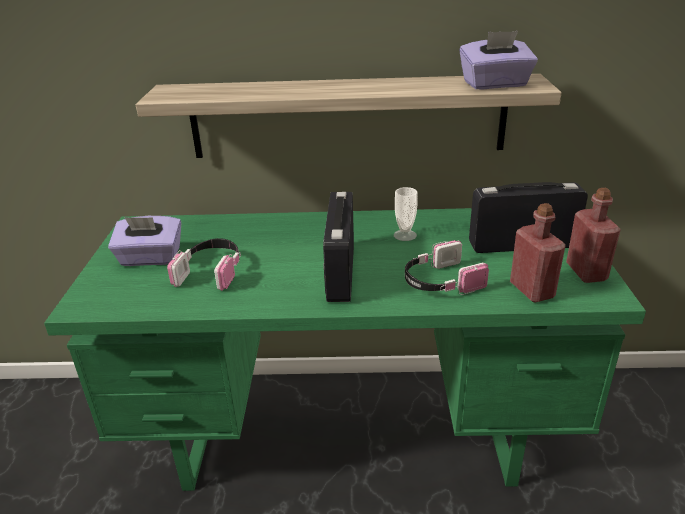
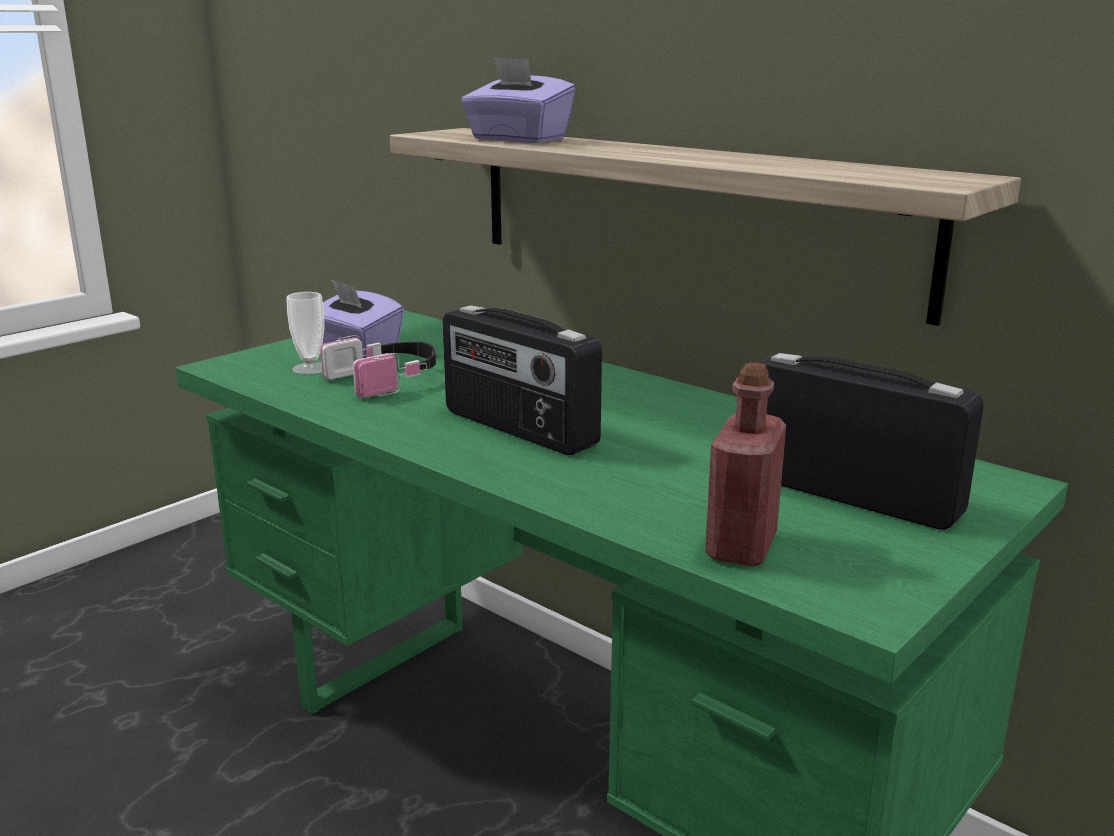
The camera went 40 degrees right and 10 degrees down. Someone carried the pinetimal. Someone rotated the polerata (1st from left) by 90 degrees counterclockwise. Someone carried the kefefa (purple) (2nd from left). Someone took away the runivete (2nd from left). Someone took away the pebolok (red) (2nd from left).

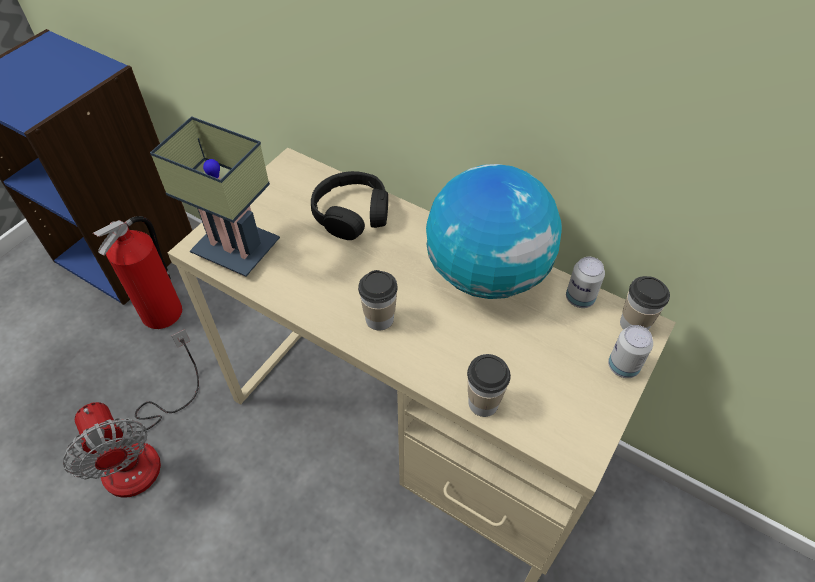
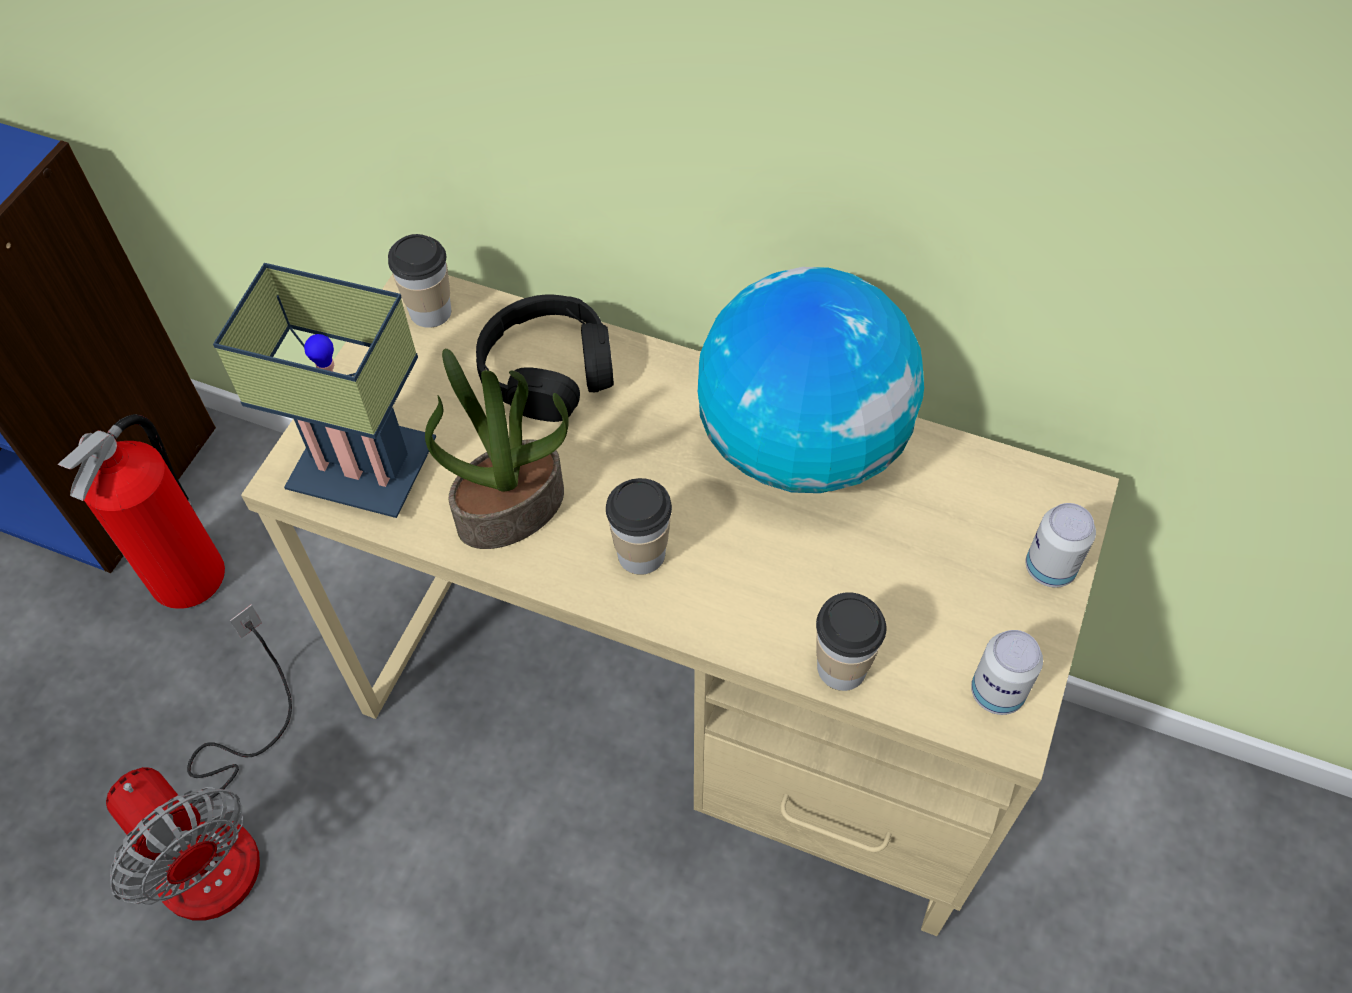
The camera went 10 degrees left and 5 degrees up. Someone carried the pinetimal (3rd from left in the first image). Someone put down the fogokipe. Someone carried the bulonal (1st from left).

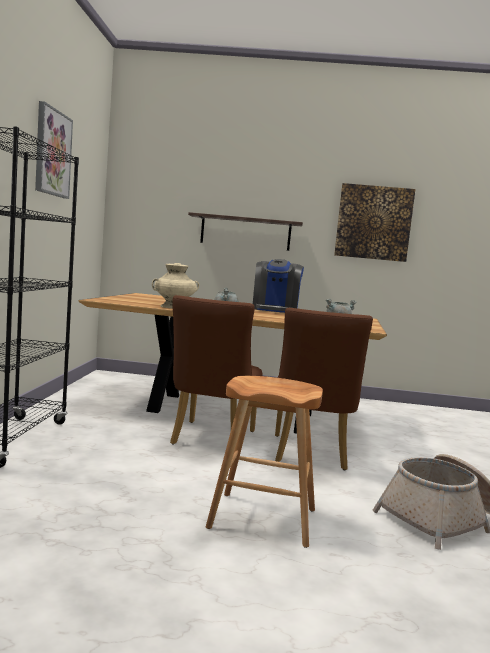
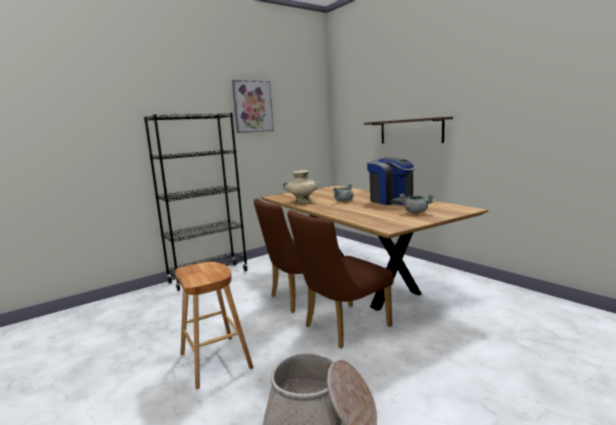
The camera went 50 degrees right and 5 degrees up. Someone rotated the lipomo by 90 degrees counterclockwise. Someone took away the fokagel (2nd from left).

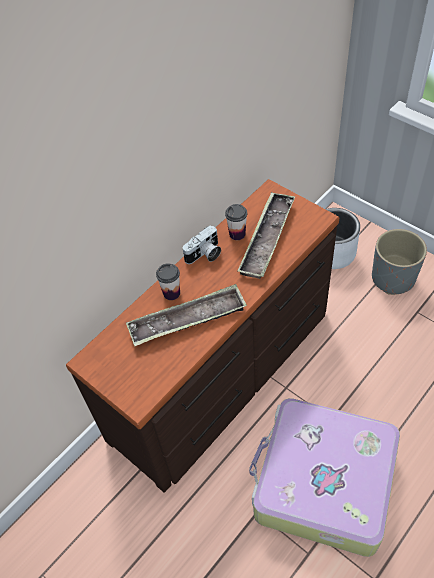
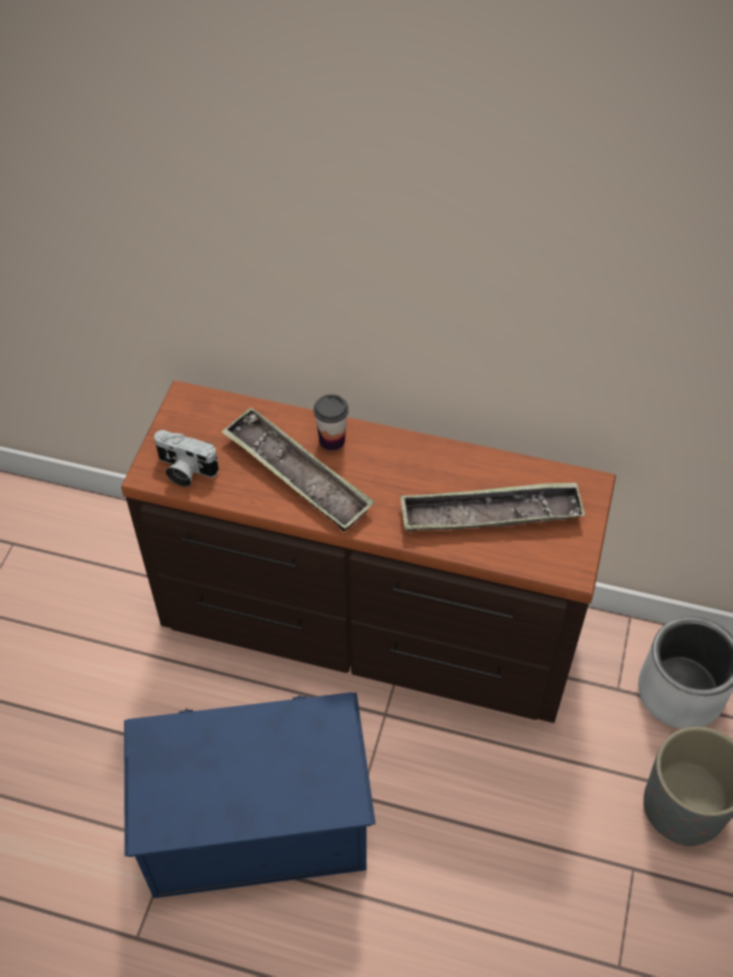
The camera went 60 degrees right and 0 degrees up. Someone swapped the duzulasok for the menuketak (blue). Someone carried the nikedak. Someone took away the pinetimal (2nd from left).

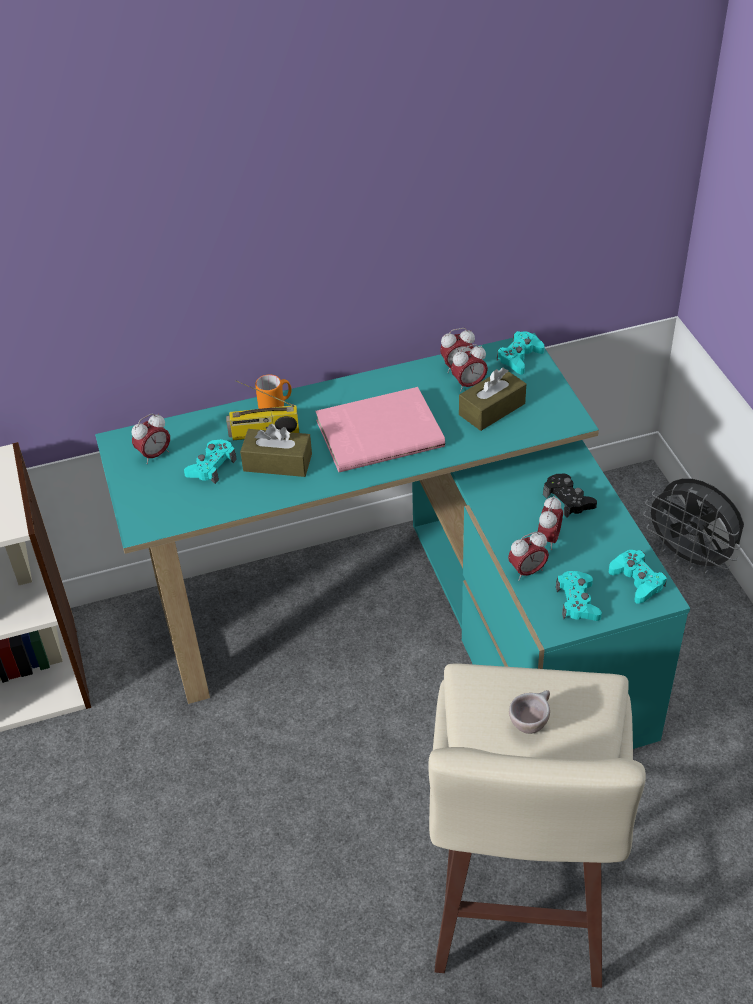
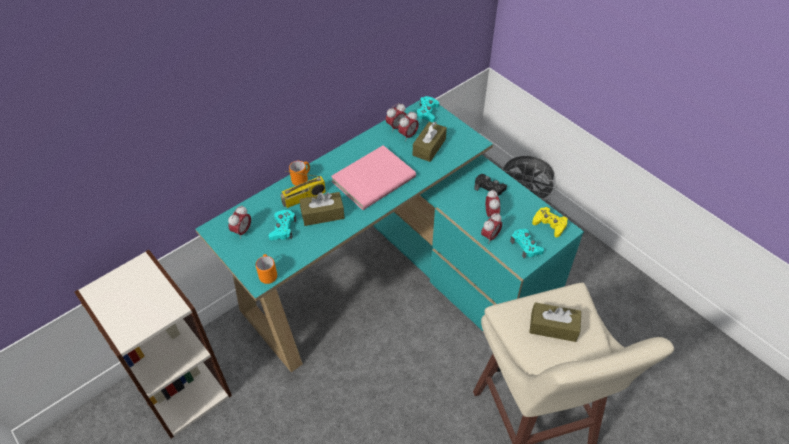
The camera went 25 degrees left and 5 degrees up. Someone put down the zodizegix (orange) (1st from left). Someone swapped the pinetimal (beige) for the kefefa (brown) (3rd from left). Someone repainted the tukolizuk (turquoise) (4th from left), which became the tukolizuk (yellow).

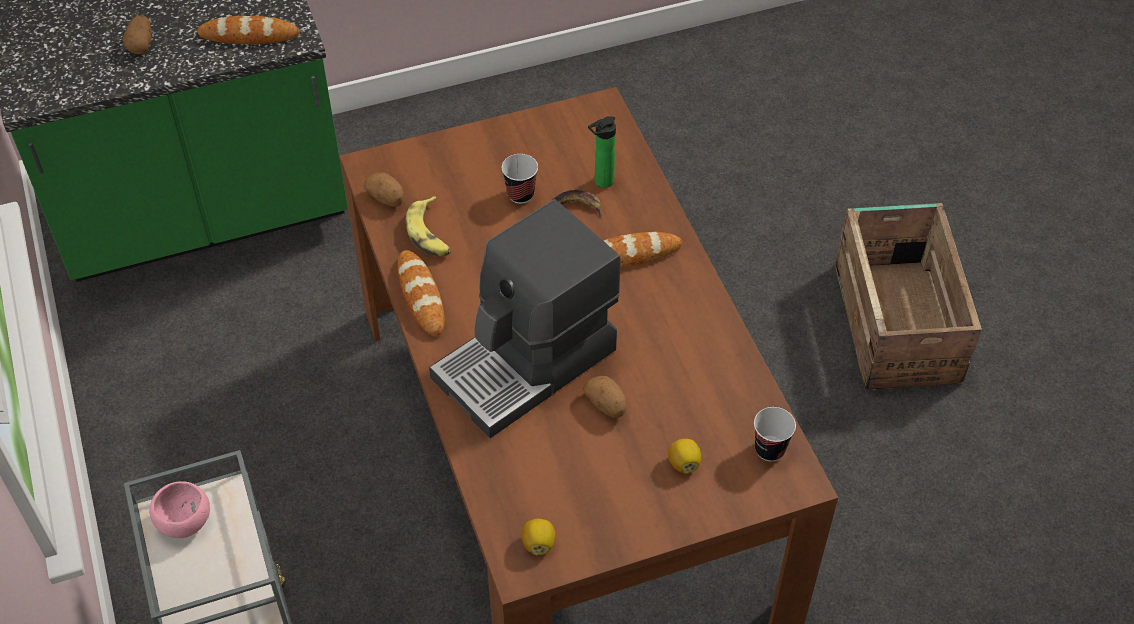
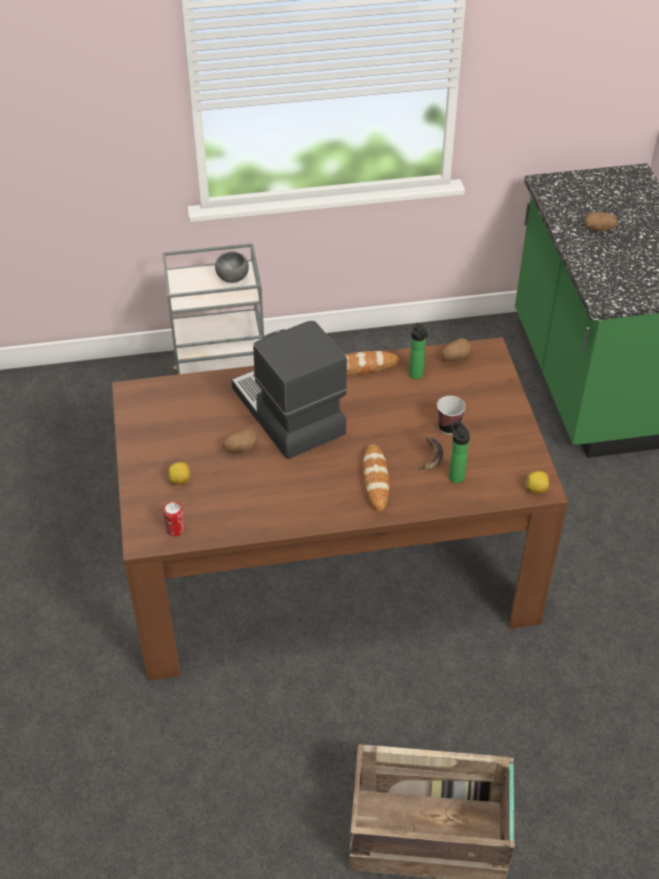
The camera went 100 degrees right and 5 degrees down. Someone swapped the pinetimal (2nd from left) for the bulonal. Someone repainted the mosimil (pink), which became the mosimil (grey). Someone swapped the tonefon (1st from left) for the pebolok (1st from left). Someone carried the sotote (1st from left in the first image). Someone took away the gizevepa (1st from left).

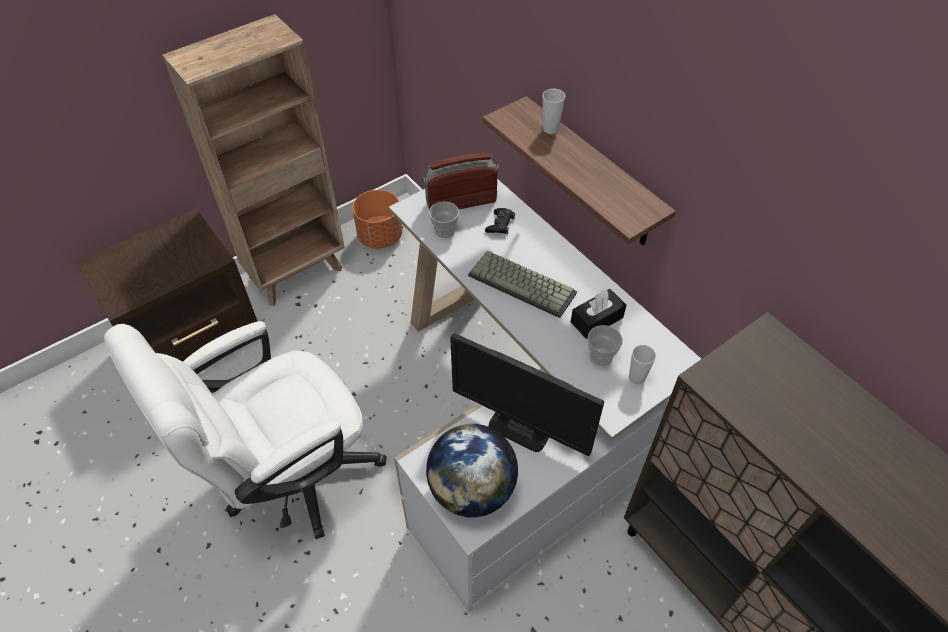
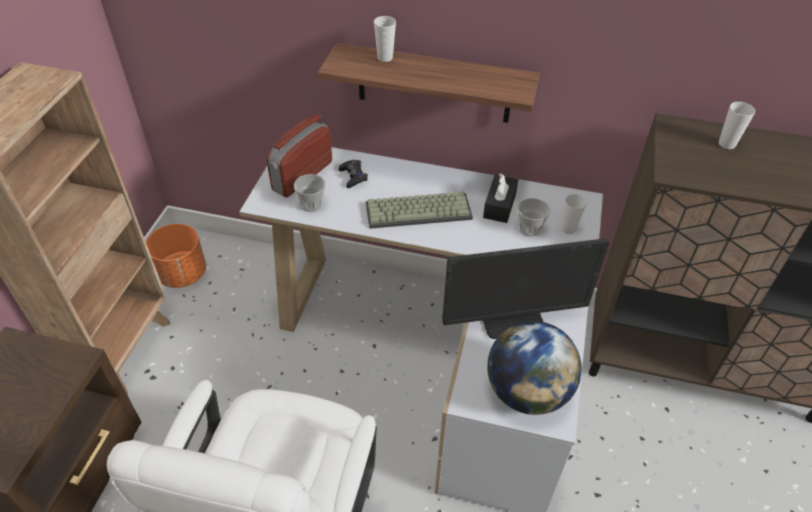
The camera went 40 degrees left and 5 degrees down. Someone put down the pinetimal (5th from left).

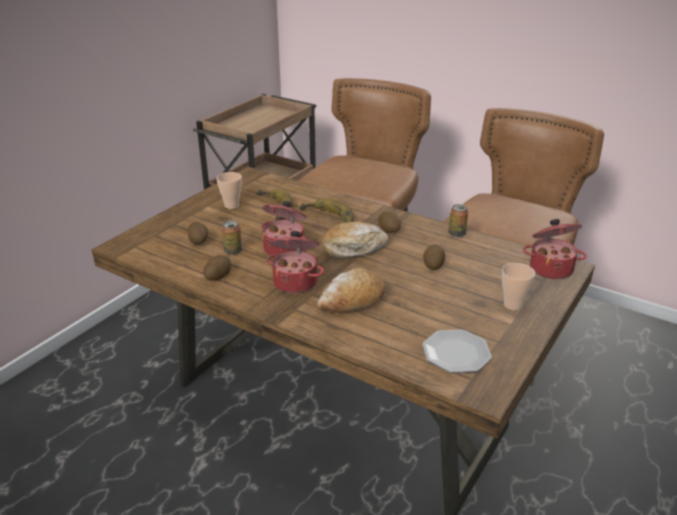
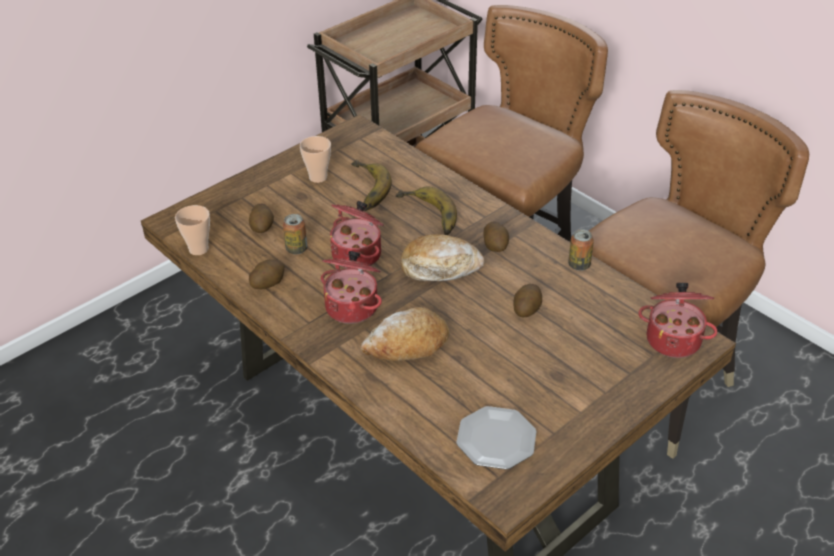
The camera went 15 degrees right and 10 degrees up. Someone carried the pinetimal (2nd from left in the first image).

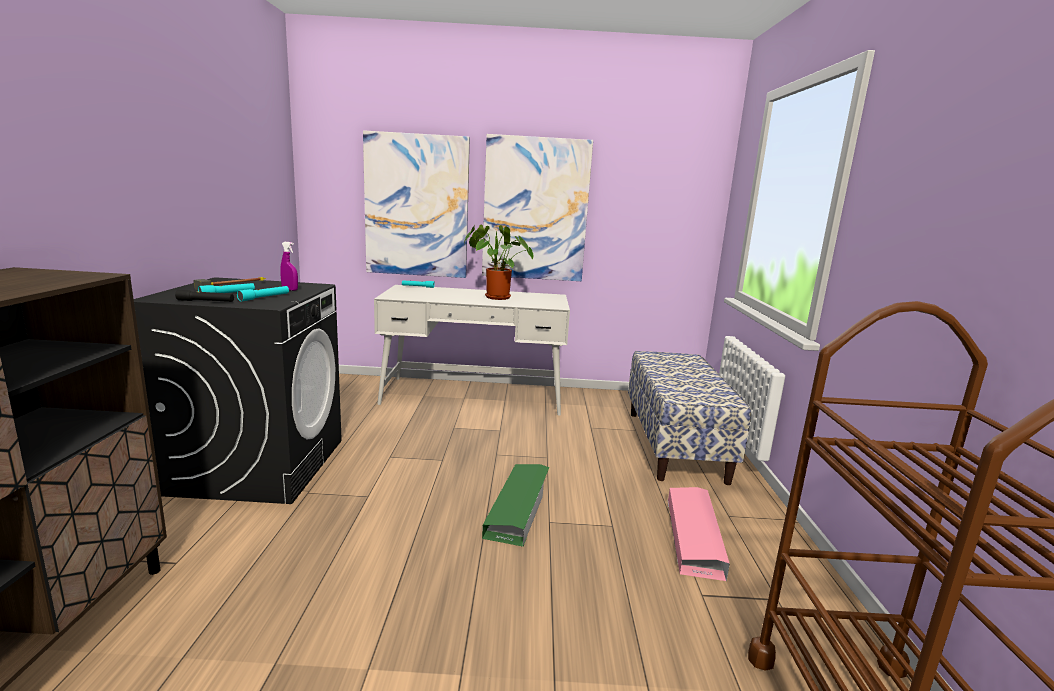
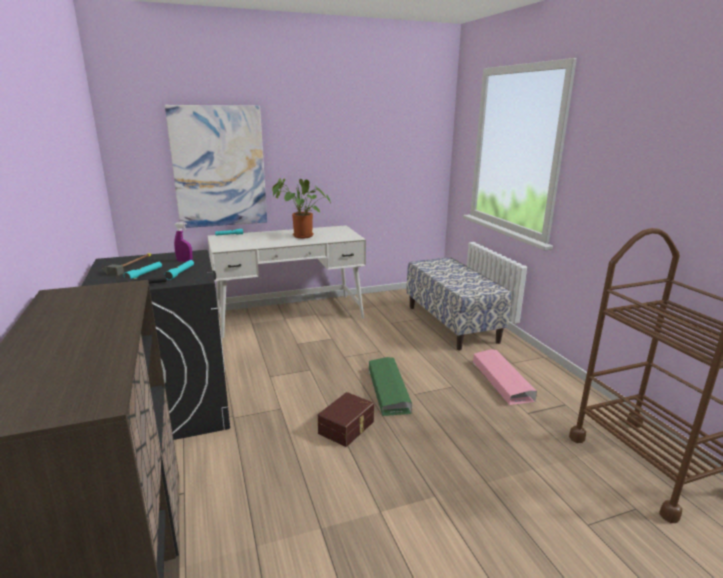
The camera went 20 degrees left and 5 degrees up. Someone put down the menuketak (brown). Someone took away the fokagel (2nd from left).

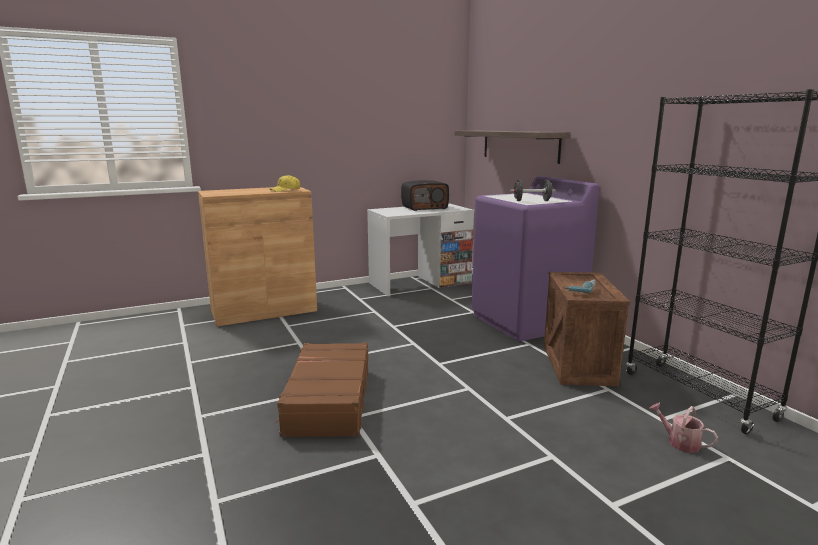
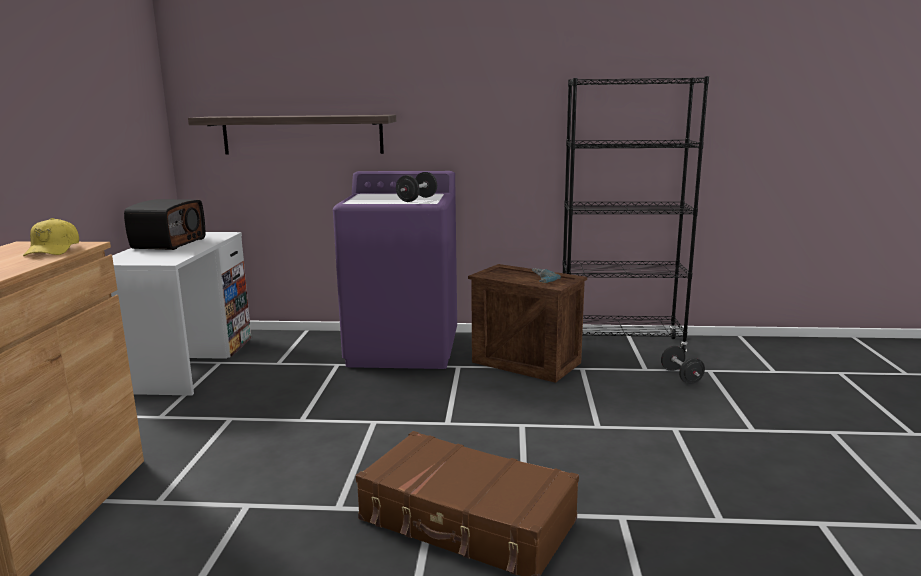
The camera went 60 degrees left and 0 degrees up. Someone swapped the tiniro for the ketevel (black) (2nd from left).

